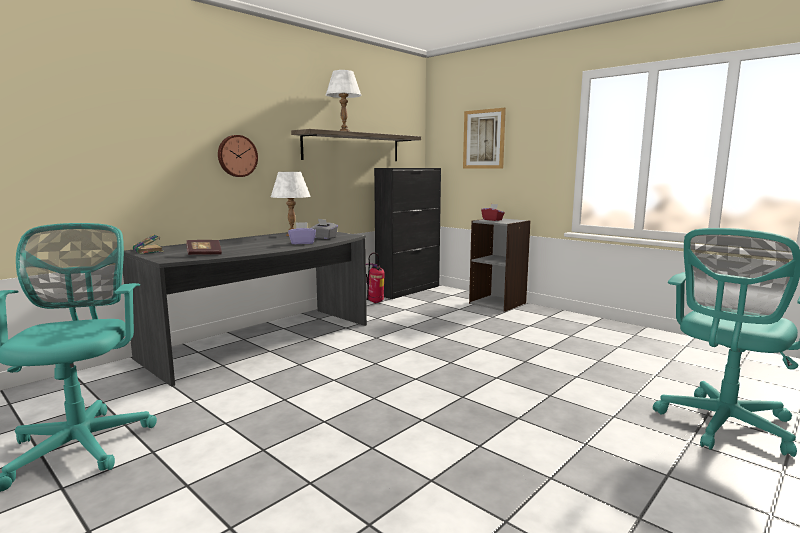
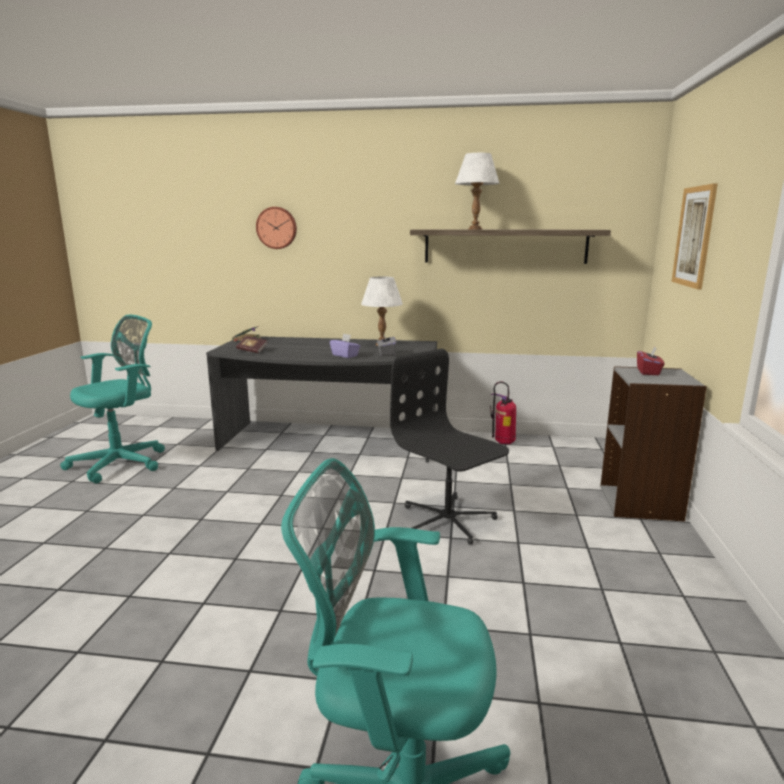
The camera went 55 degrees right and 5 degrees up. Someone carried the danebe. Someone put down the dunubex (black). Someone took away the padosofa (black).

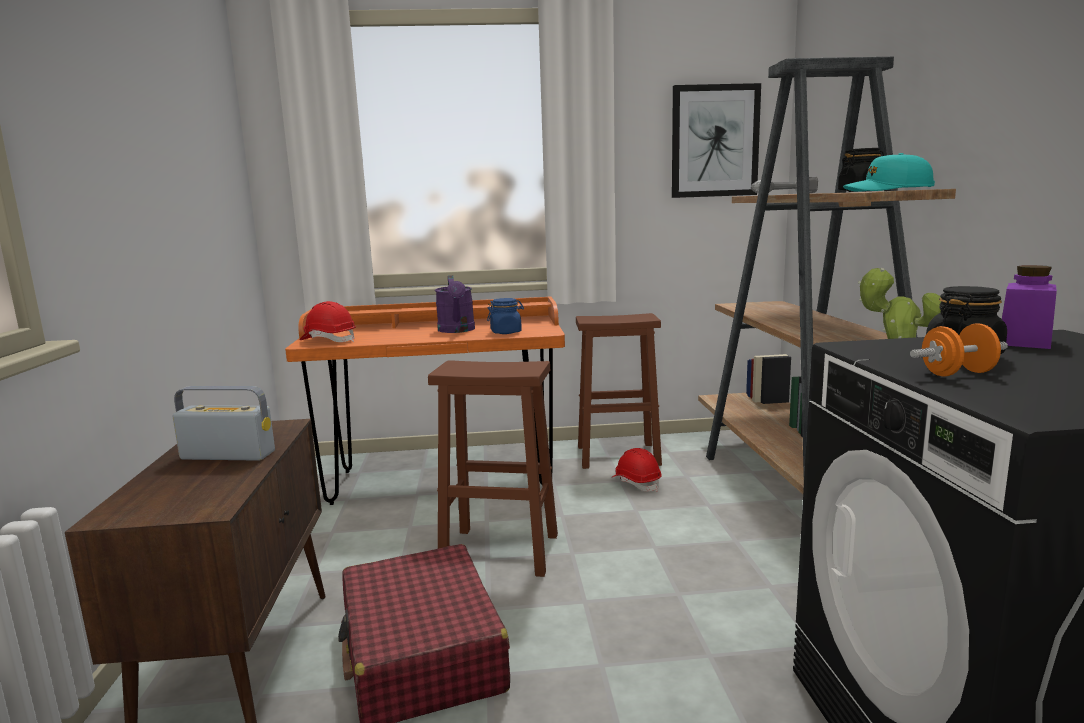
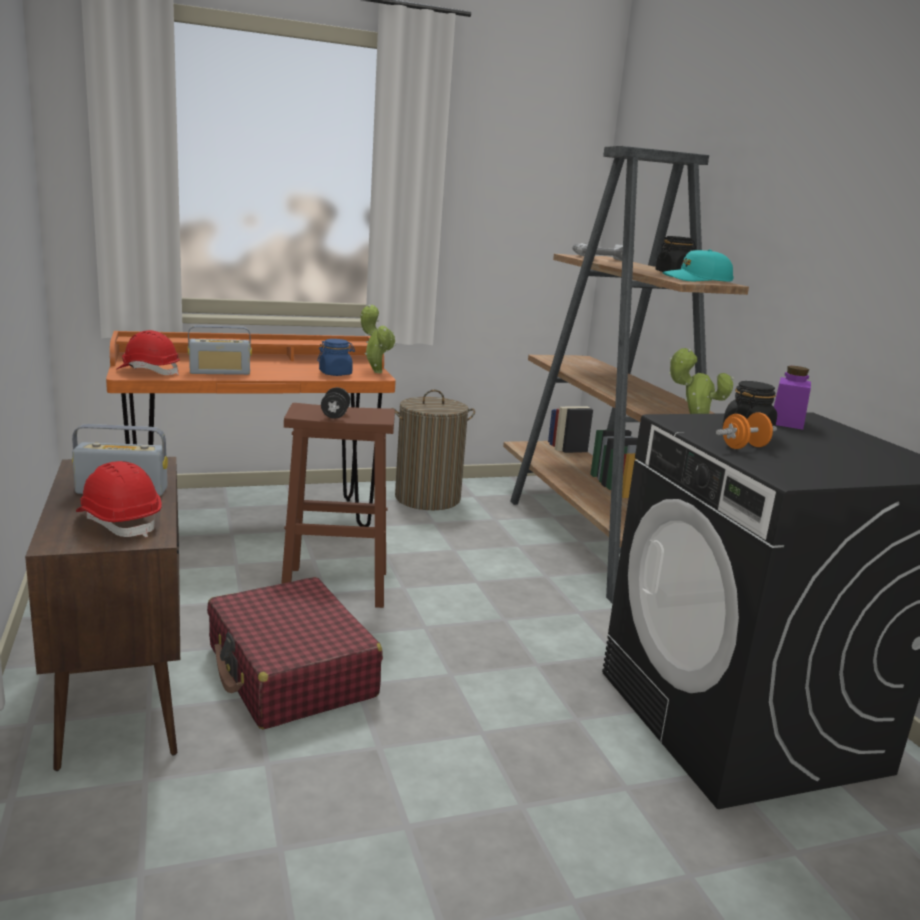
The camera went 15 degrees left and 5 degrees up. Someone carried the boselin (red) (2nd from left in the first image). Someone put down the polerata (2nd from left). Someone put down the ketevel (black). Someone put down the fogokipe (1st from left). Someone swapped the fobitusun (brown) (2nd from left) for the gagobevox. Someone took away the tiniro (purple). Someone took away the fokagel.

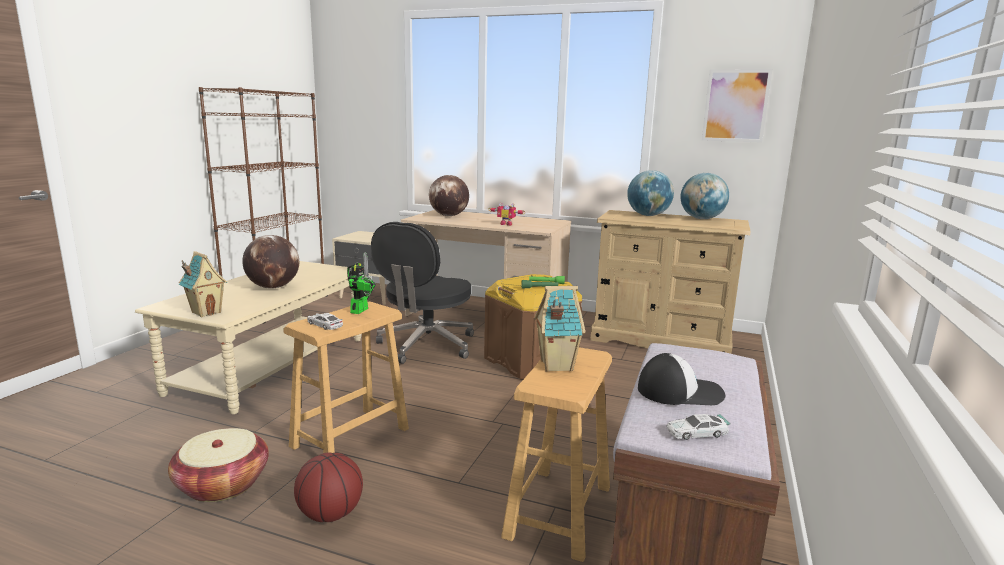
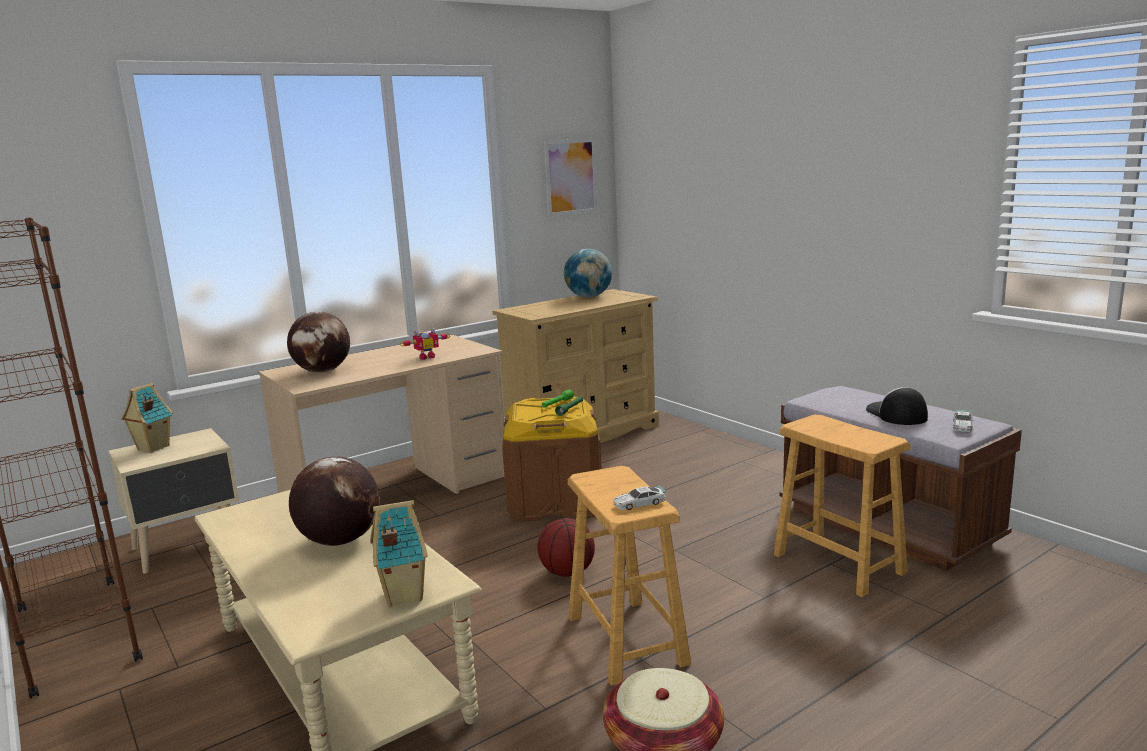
The camera went 55 degrees left and 0 degrees up. Someone carried the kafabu (2nd from left in the first image). Someone carried the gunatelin. Someone rotated the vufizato by 45 degrees counterclockwise. Someone took away the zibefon (1st from left). Someone took away the dunubex (black). Someone took away the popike (3rd from left).

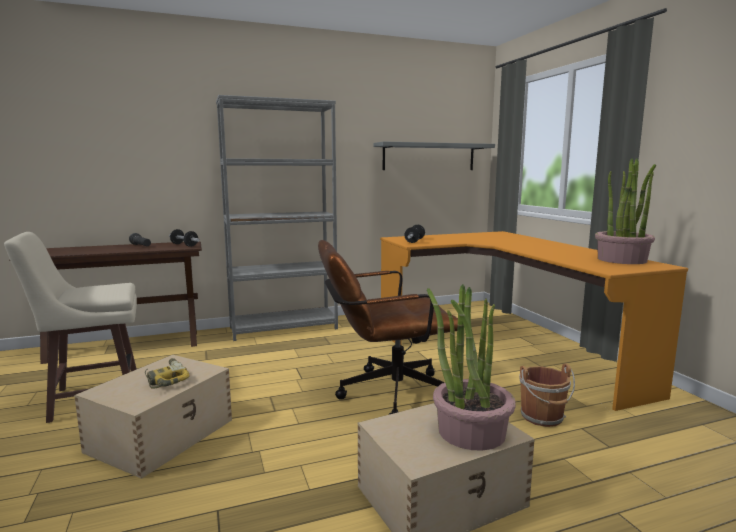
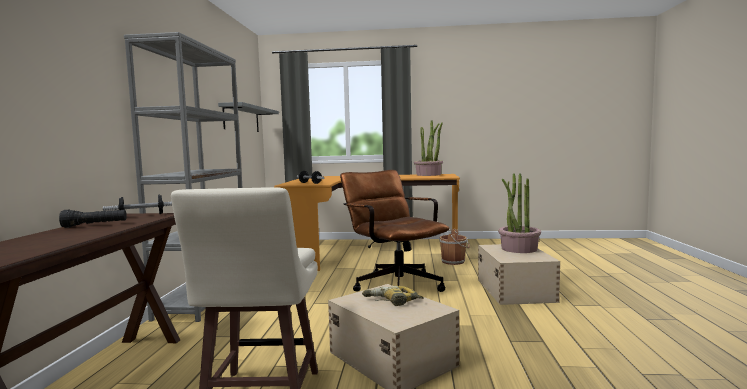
The camera went 65 degrees left and 5 degrees down. Someone rotated the dunubex (brown) by 135 degrees clockwise.

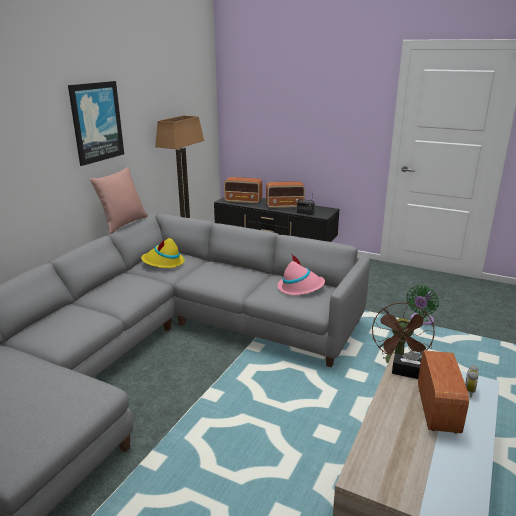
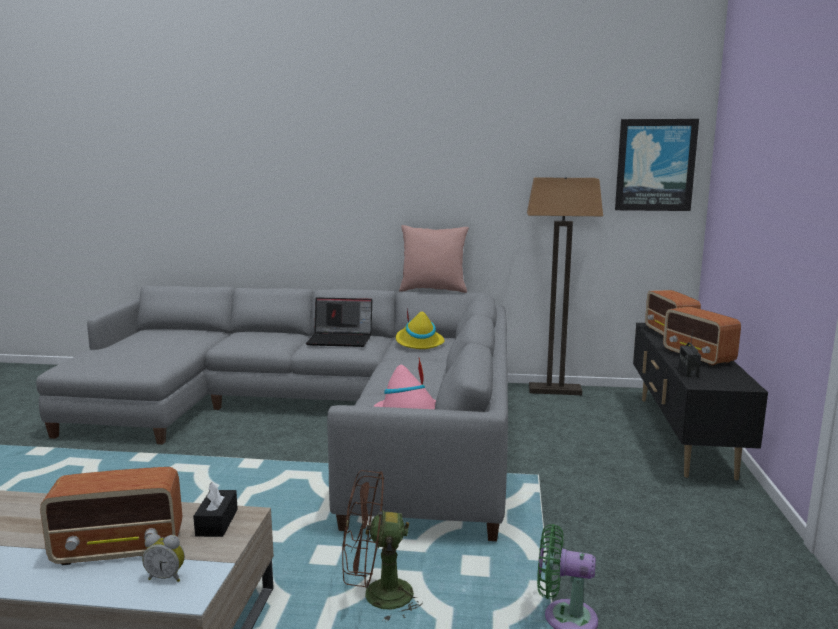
The camera went 70 degrees right and 10 degrees down. Someone put down the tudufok. Someone carried the fokagel.

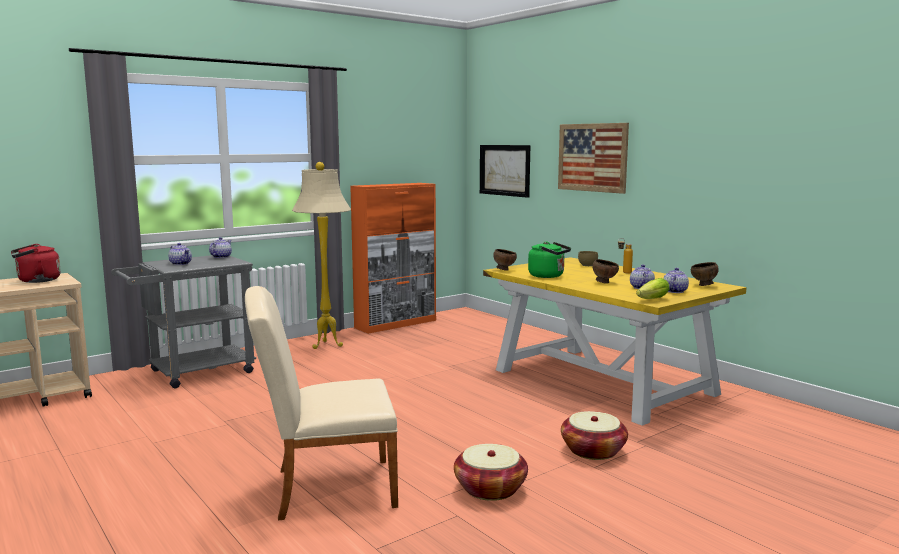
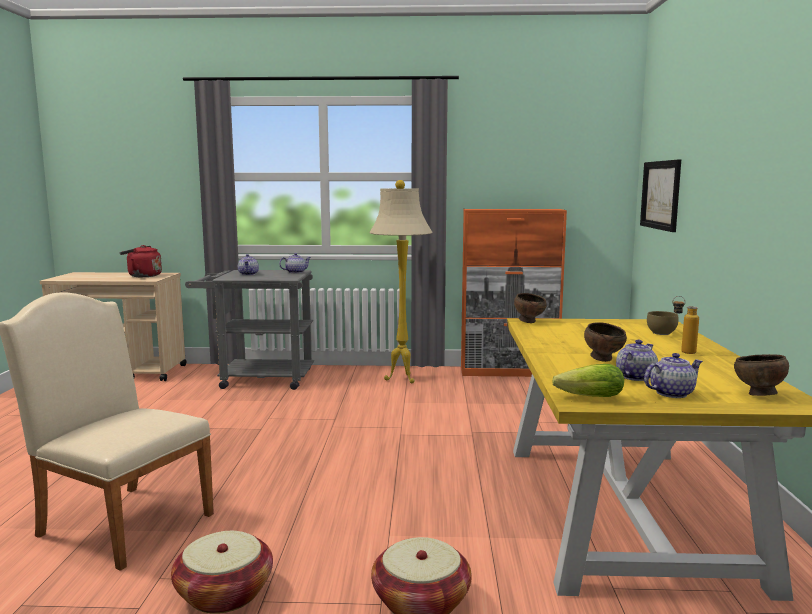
The camera went 40 degrees right and 0 degrees up. Someone took away the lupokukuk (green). Someone took away the fokagel (2nd from left).

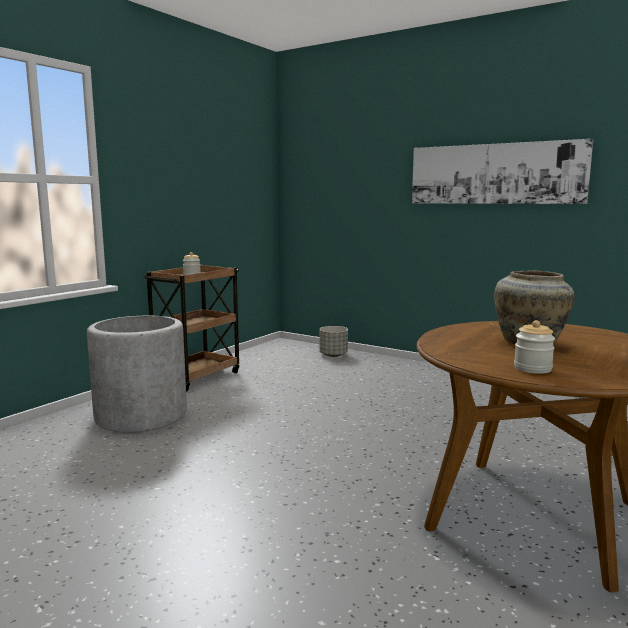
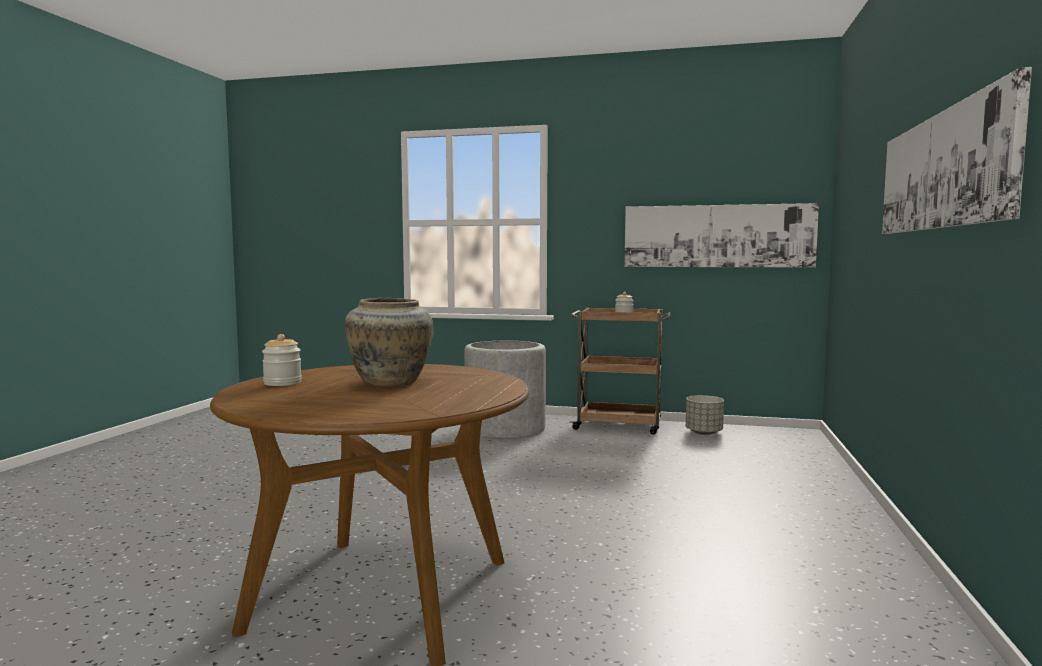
The camera went 70 degrees right and 5 degrees down. Someone put up the fokagel (1st from left). Someone carried the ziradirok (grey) (2nd from left).

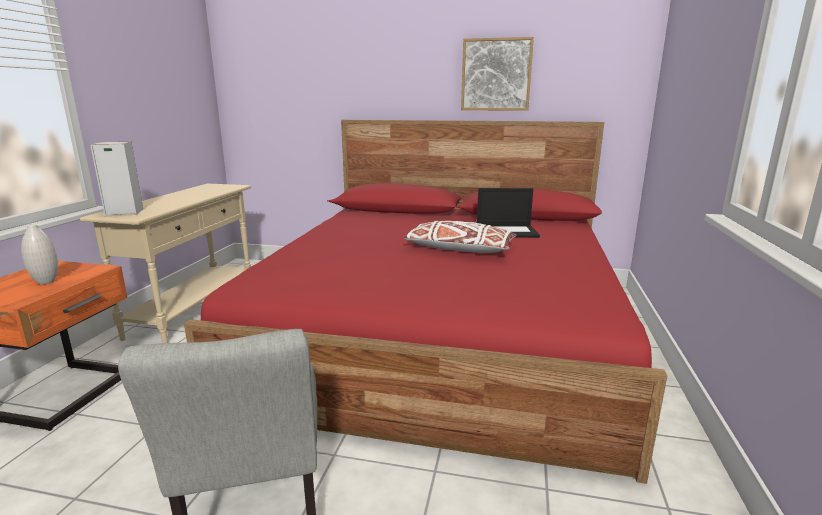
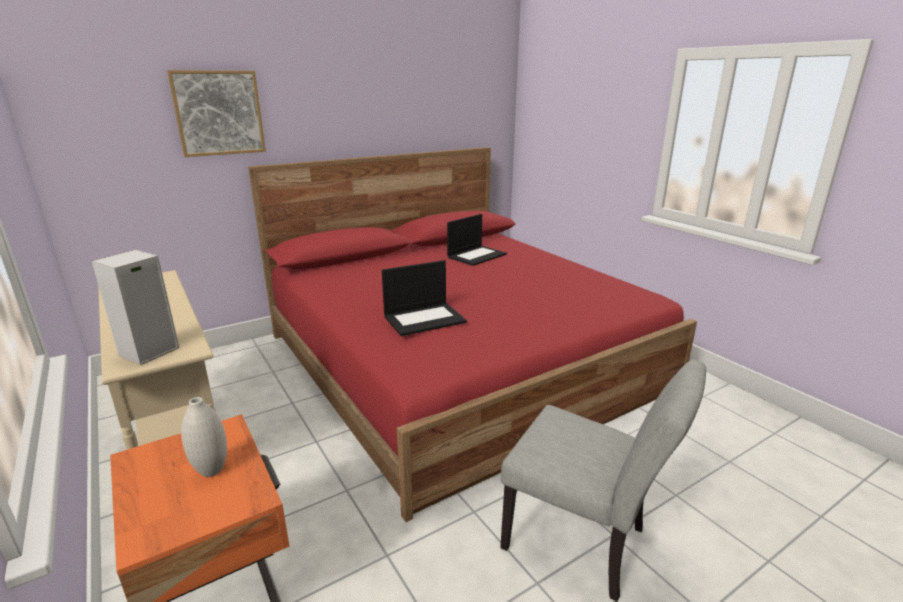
The camera went 45 degrees left and 5 degrees up. Someone carried the fokagel. Someone put down the tudufok (1st from left). Someone took away the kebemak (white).

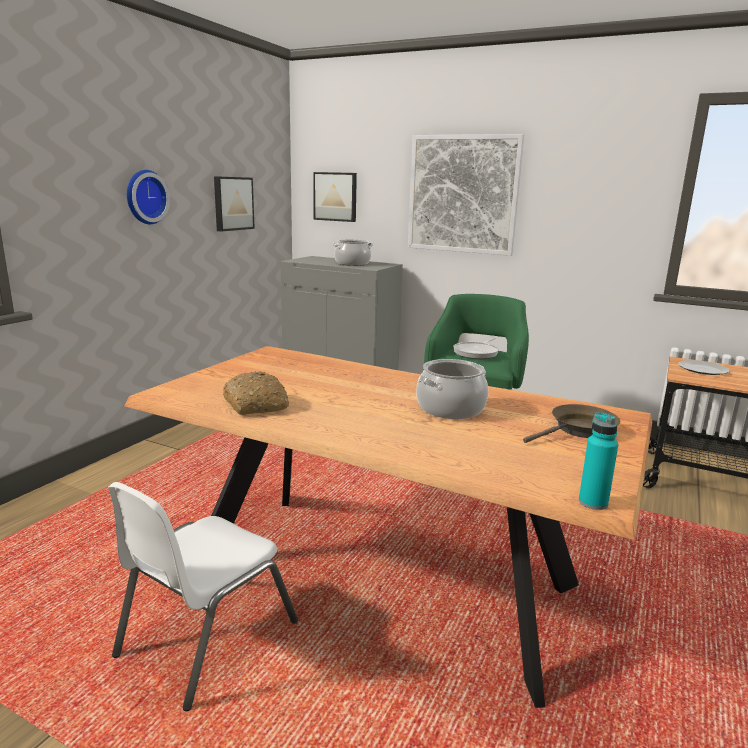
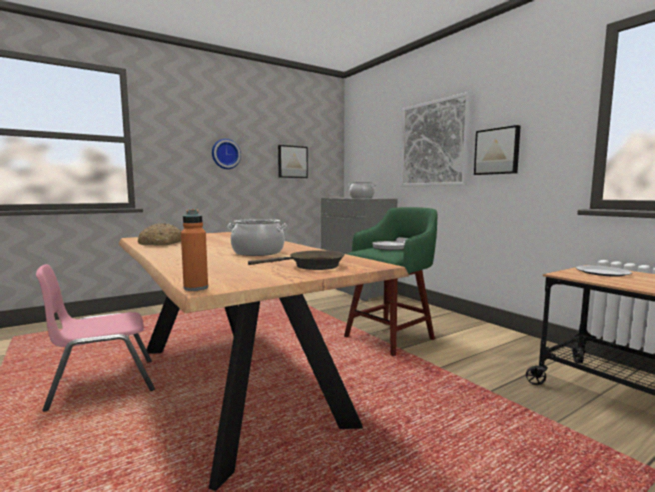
The camera went 30 degrees right and 10 degrees down. Someone repainted the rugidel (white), which became the rugidel (pink). Someone repainted the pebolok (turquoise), which became the pebolok (orange). Someone carried the fokagel (2nd from left in the first image).

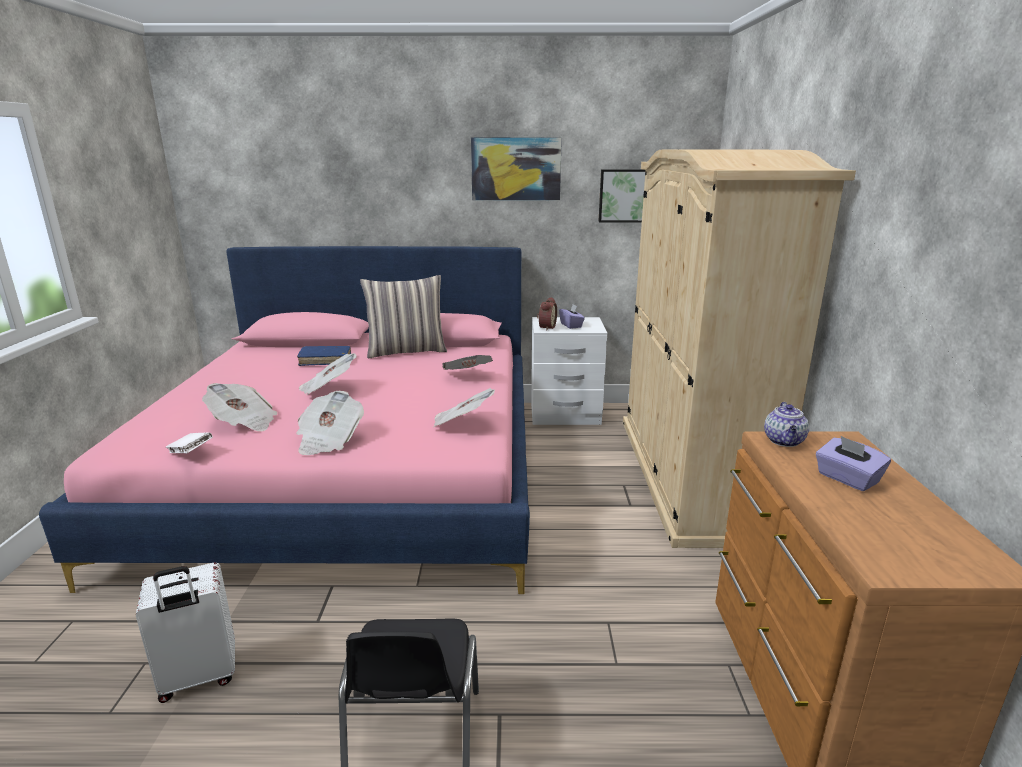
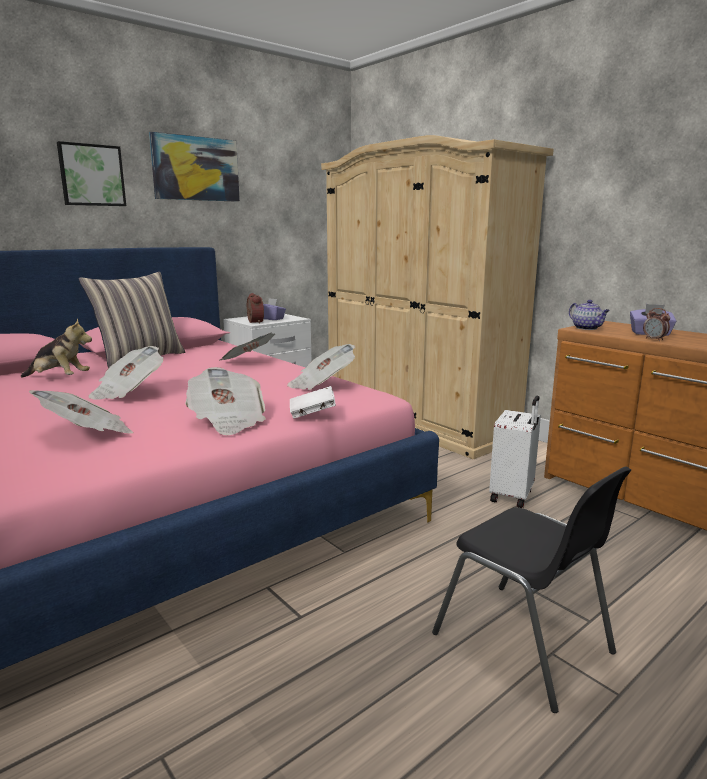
The camera went 40 degrees left and 5 degrees down. Someone swapped the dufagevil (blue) for the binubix. Someone carried the fokagel (2nd from left in the first image). Someone carried the dufagevil (white). Someone carried the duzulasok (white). Someone put down the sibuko (2nd from left).

